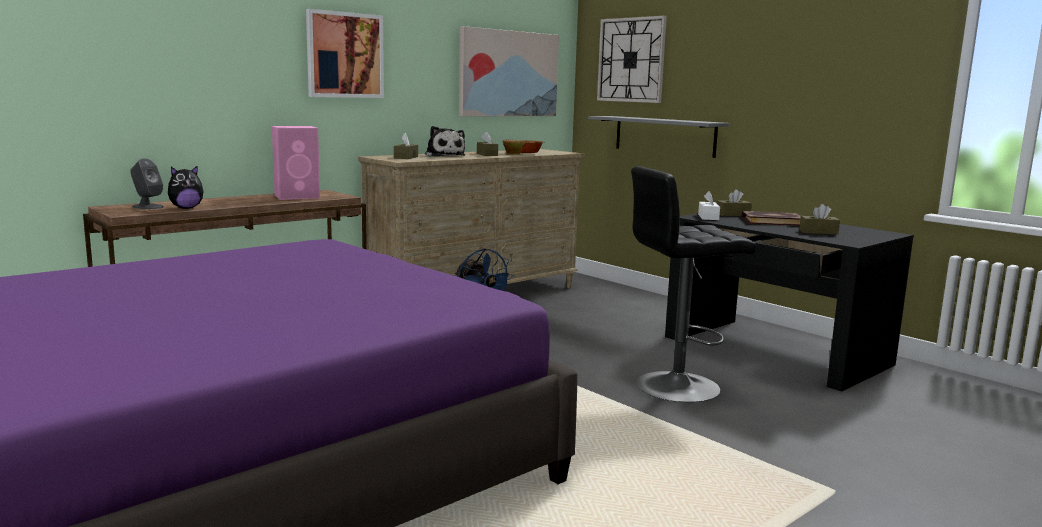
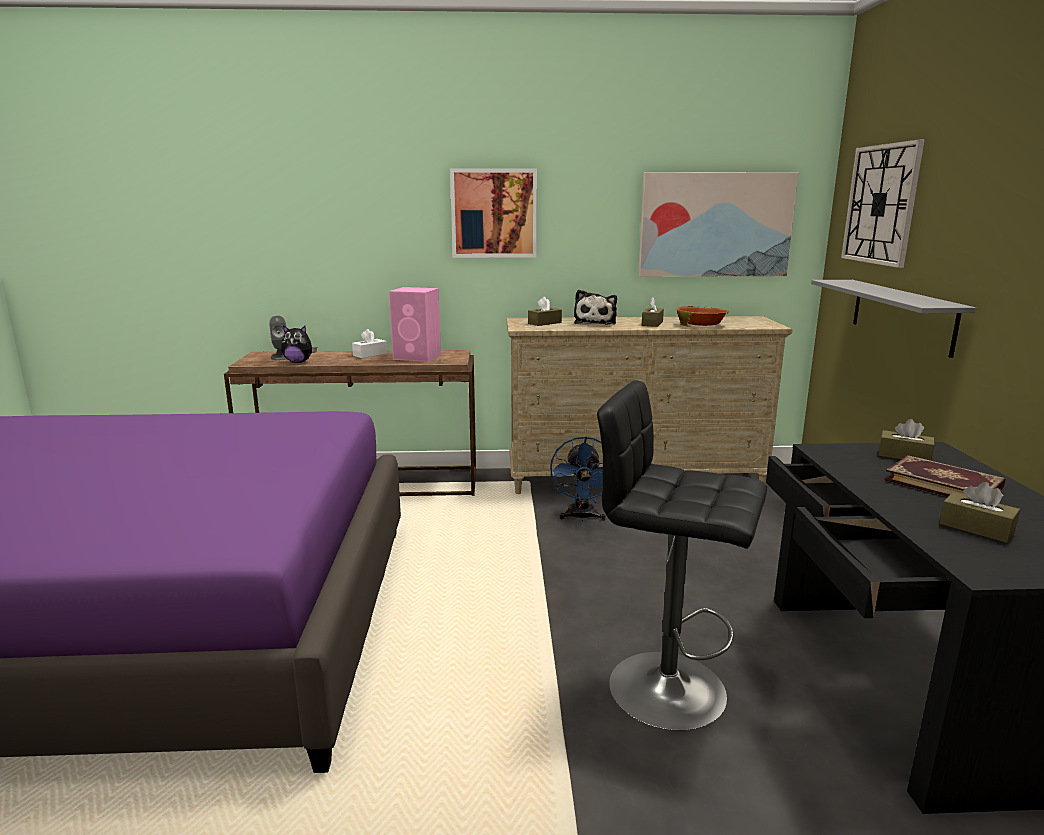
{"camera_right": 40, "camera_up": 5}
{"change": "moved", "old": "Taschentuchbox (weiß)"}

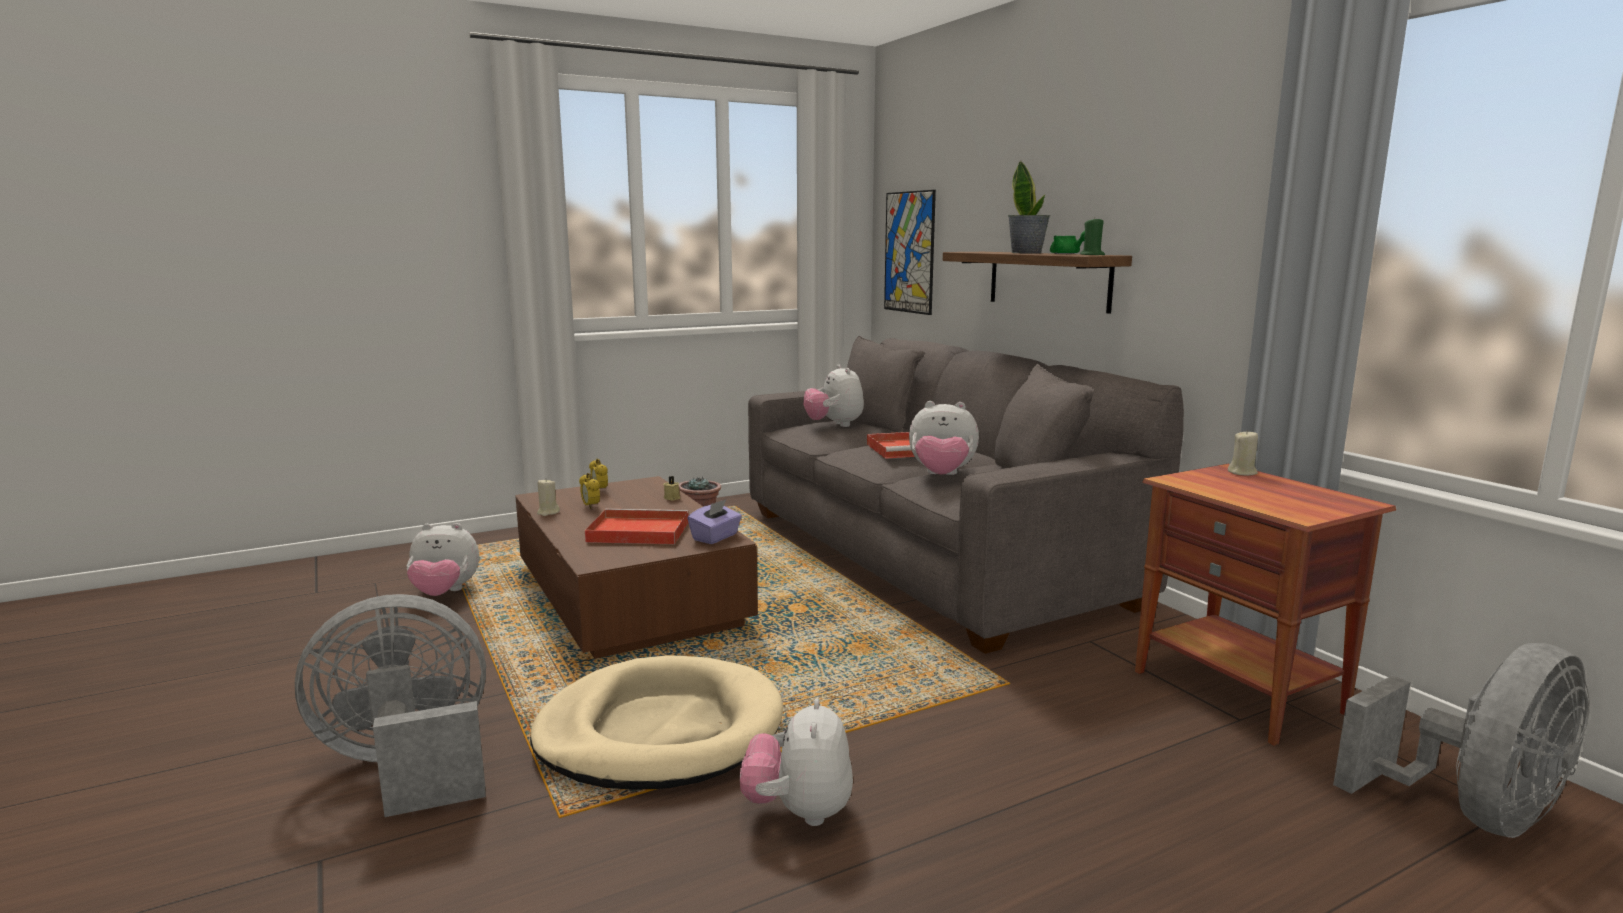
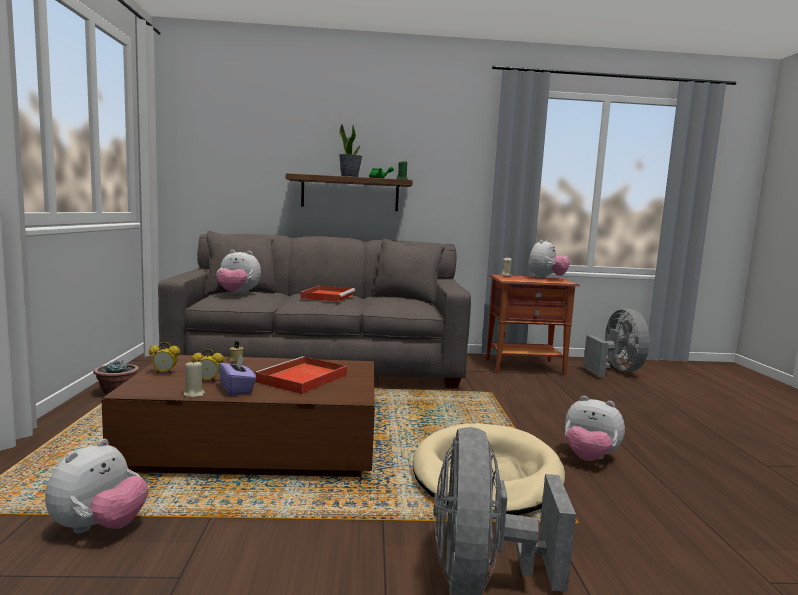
{"camera_right": -65, "camera_up": -5}
{"change": "removed", "old": "Bild"}
{"change": "moved", "old": "Taschentuchbox (lila)"}
{"change": "moved", "old": "Plüschtier (4th from left in the first image)", "new": "Plüschtier (3rd from left)"}

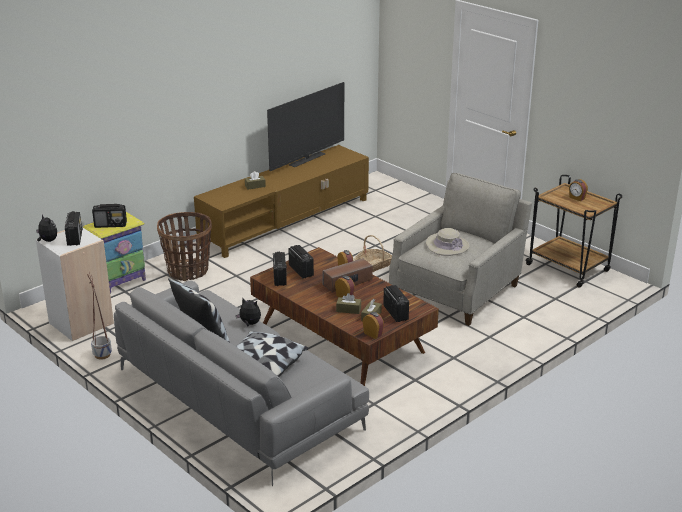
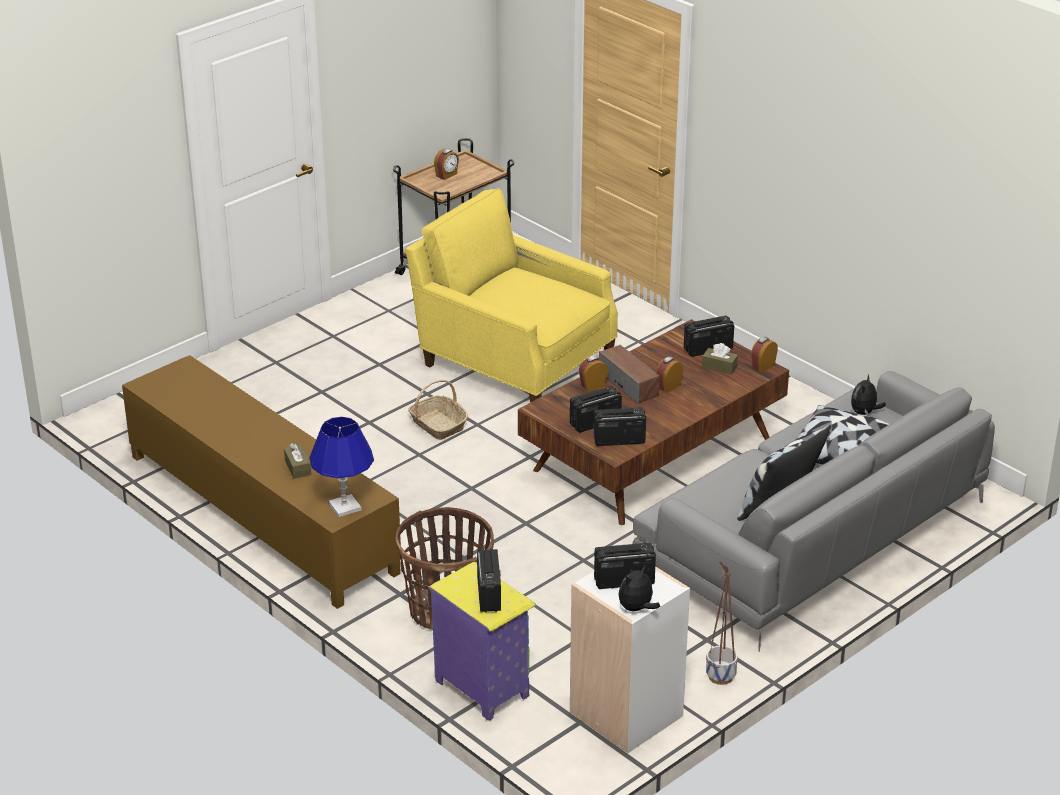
{"camera_right": -90, "camera_up": 5}
{"change": "removed", "old": "Fernseher"}
{"change": "removed", "old": "Taschentuchbox (braun) (2nd from left)"}
{"change": "removed", "old": "Hut (beige)"}
{"change": "added", "new": "Tischlampe (blau)"}
{"change": "moved", "old": "Plüschtier (2nd from left)"}
{"change": "recoloured", "old": "Sessel (grau)", "new": "Sessel (gelb)"}

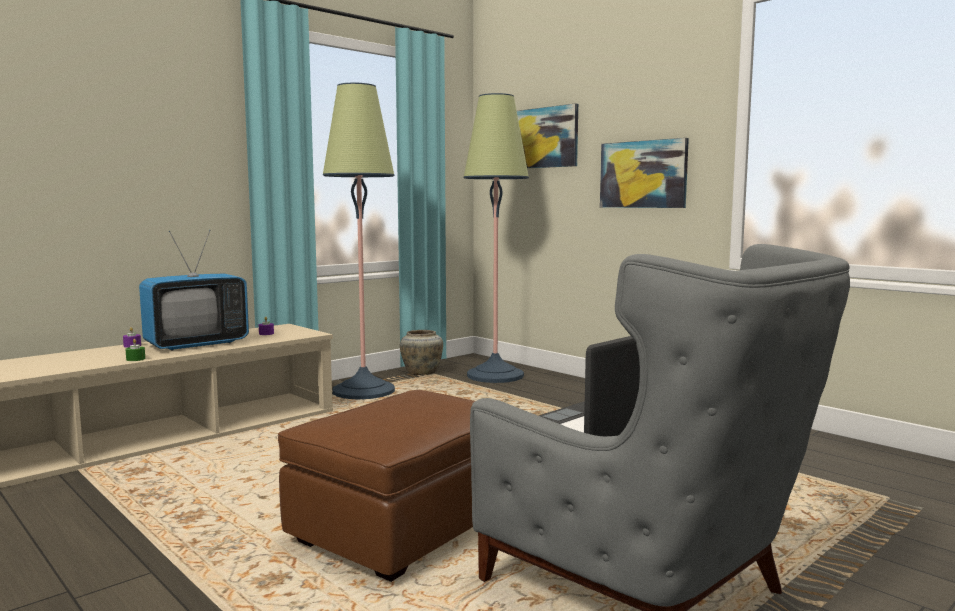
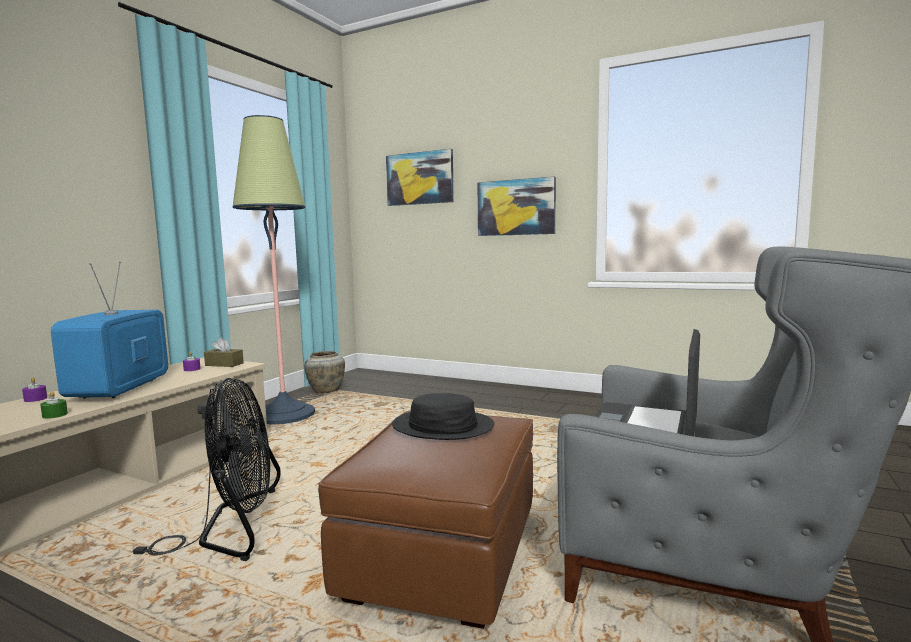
{"camera_right": -20, "camera_up": 0}
{"change": "removed", "old": "Stehlampe (2nd from left)"}
{"change": "added", "new": "Ventilator (schwarz)"}
{"change": "added", "new": "Taschentuchbox (braun)"}
{"change": "added", "new": "Hut (schwarz)"}
{"change": "turned", "old": "Fernseher", "degrees": 150}

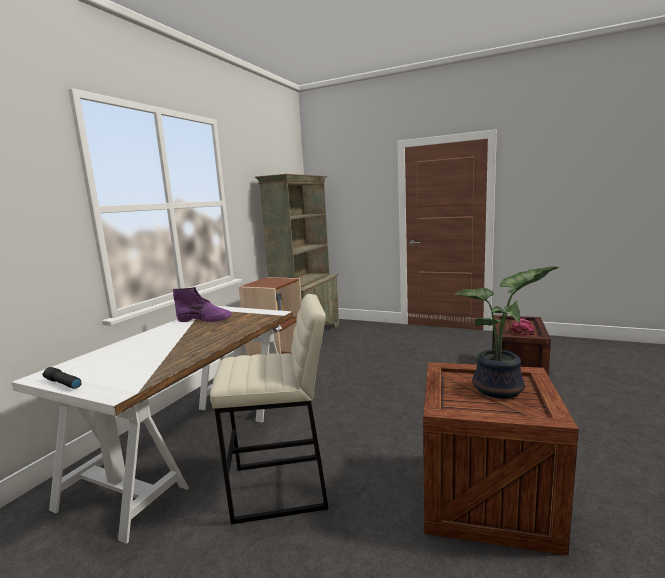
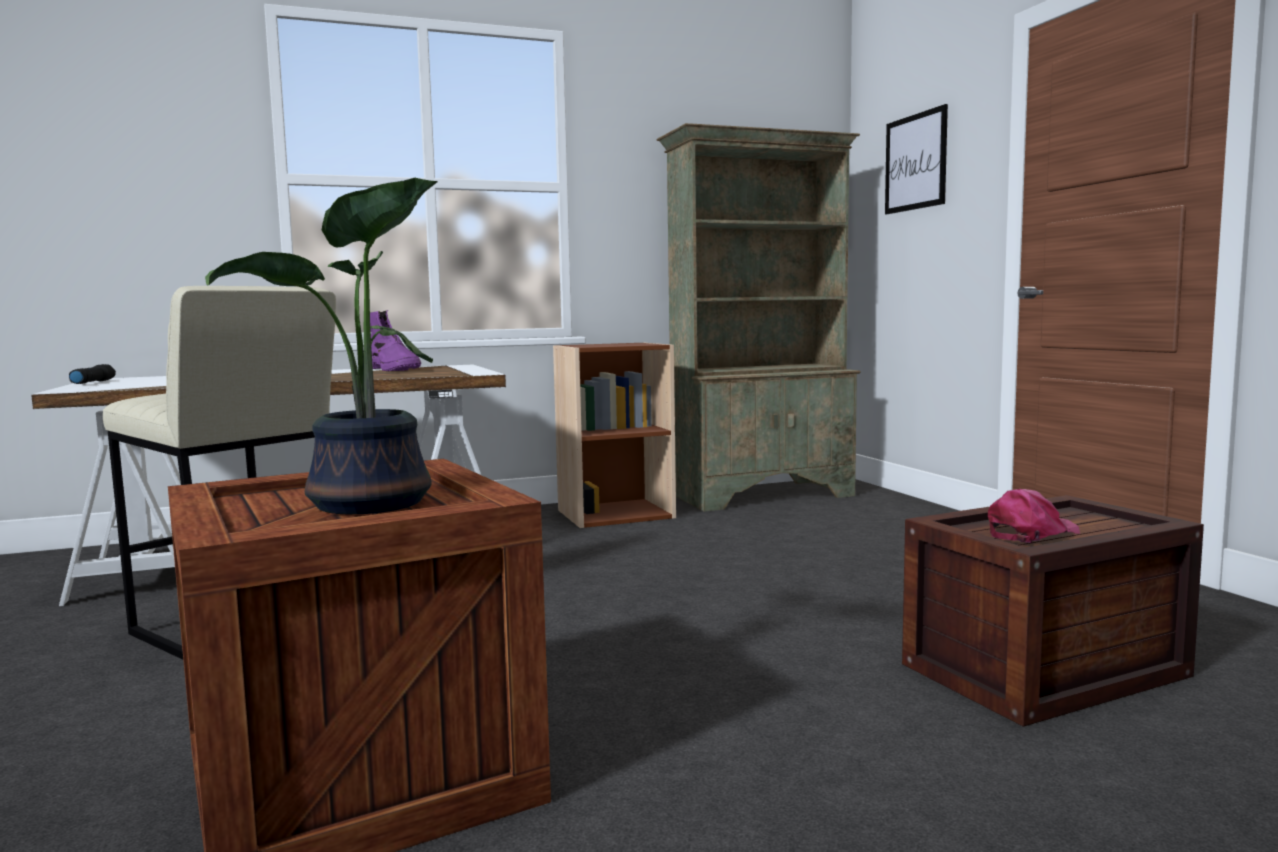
{"camera_right": 45, "camera_up": -5}
{"change": "added", "new": "Bild"}

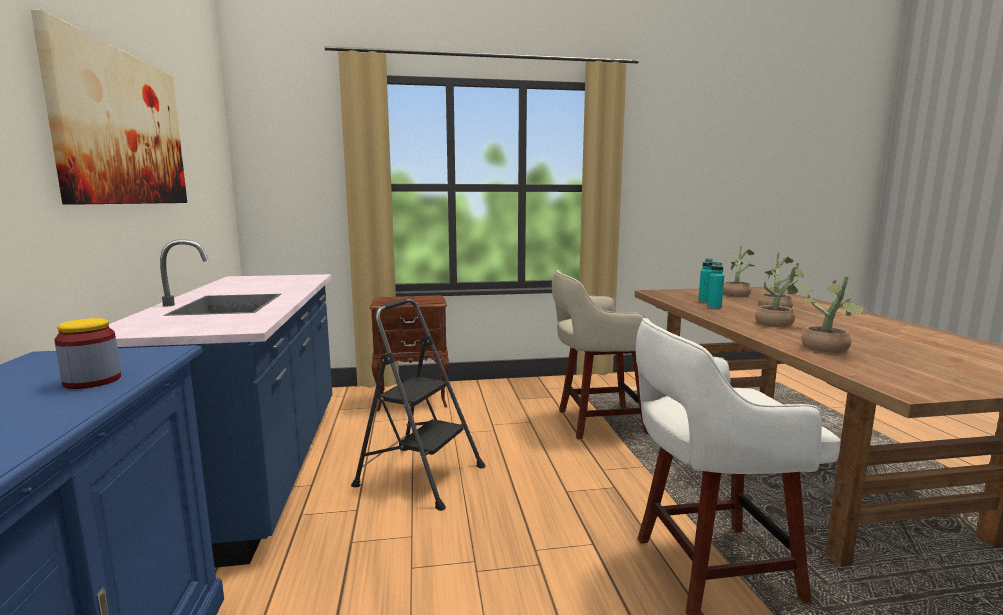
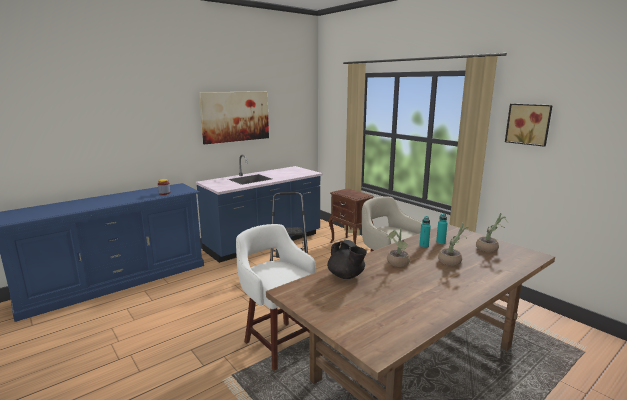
{"camera_right": 60, "camera_up": 5}
{"change": "added", "new": "Bild (2nd from left)"}
{"change": "replaced", "old": "Topfpflanze (4th from left)", "new": "Teekanne (schwarz)"}

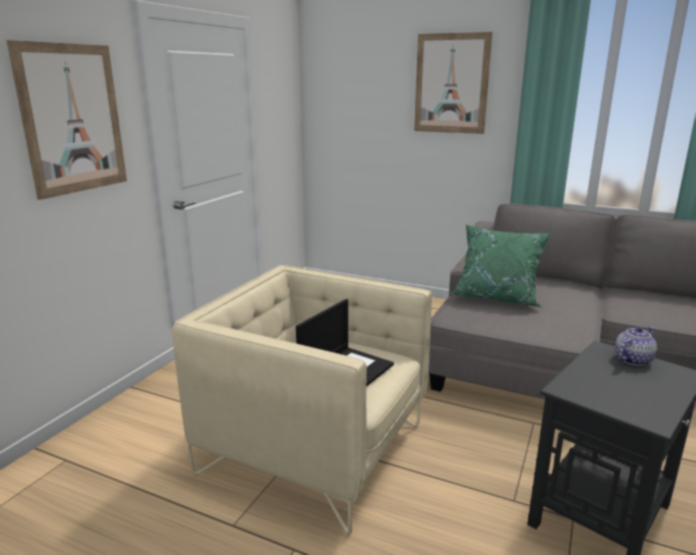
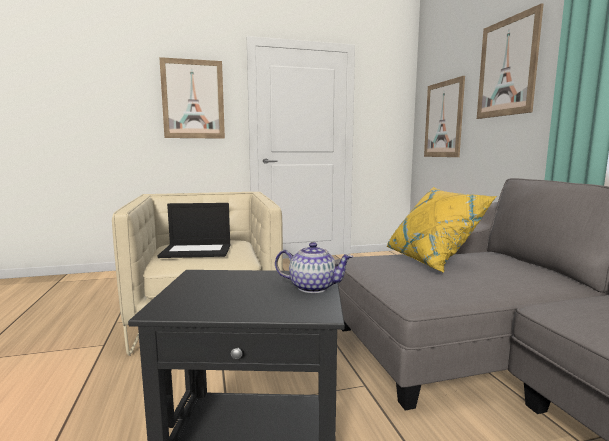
{"camera_right": 50, "camera_up": -10}
{"change": "added", "new": "Bild (2nd from left)"}
{"change": "recoloured", "old": "Kissen (grün)", "new": "Kissen (gelb)"}

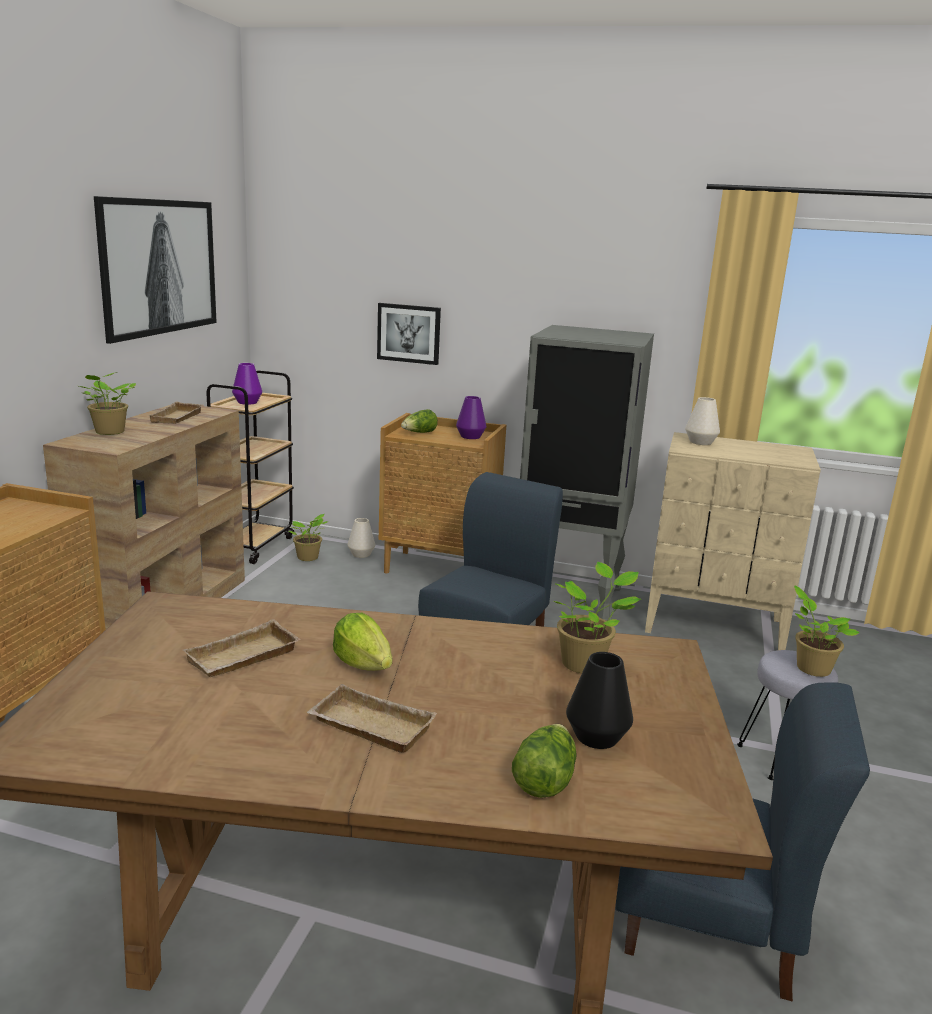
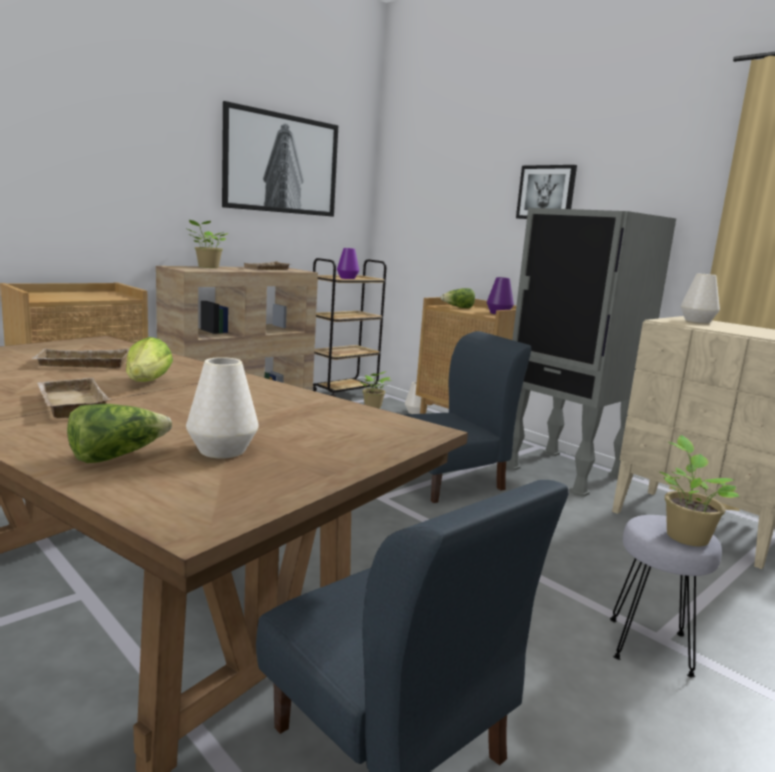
{"camera_right": 30, "camera_up": -5}
{"change": "removed", "old": "Topfpflanze (3rd from left)"}
{"change": "moved", "old": "Bild (2nd from left)"}
{"change": "recoloured", "old": "Vase (schwarz)", "new": "Vase (weiß) (1st from left)"}

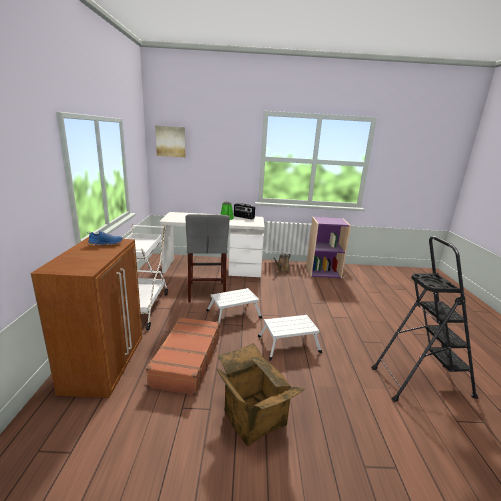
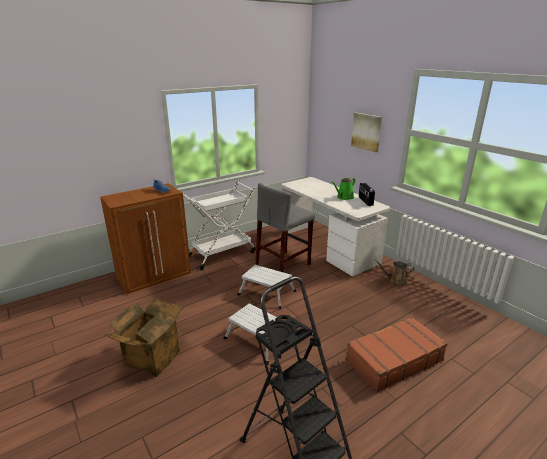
{"camera_right": 55, "camera_up": 5}
{"change": "removed", "old": "Bücherregal (lila)"}
{"change": "moved", "old": "Koffer (braun)"}
{"change": "moved", "old": "Bild"}

